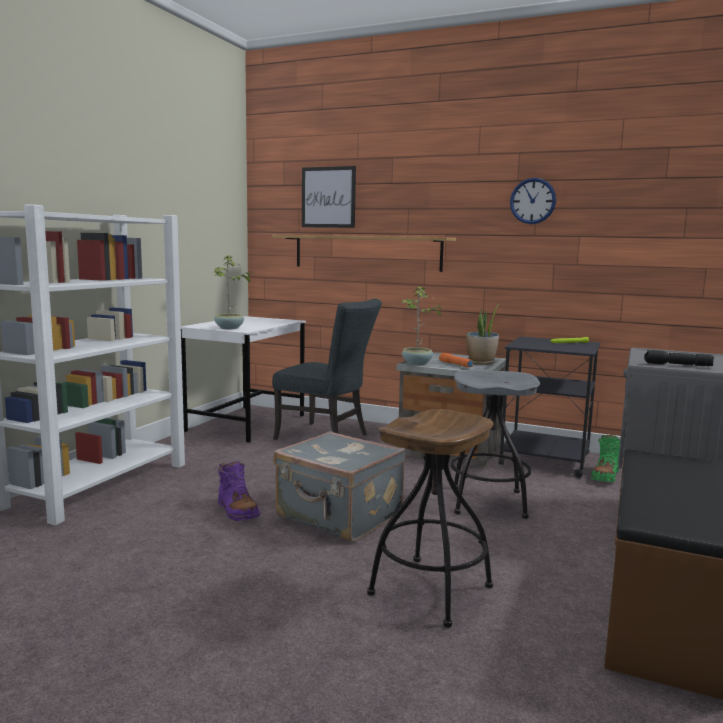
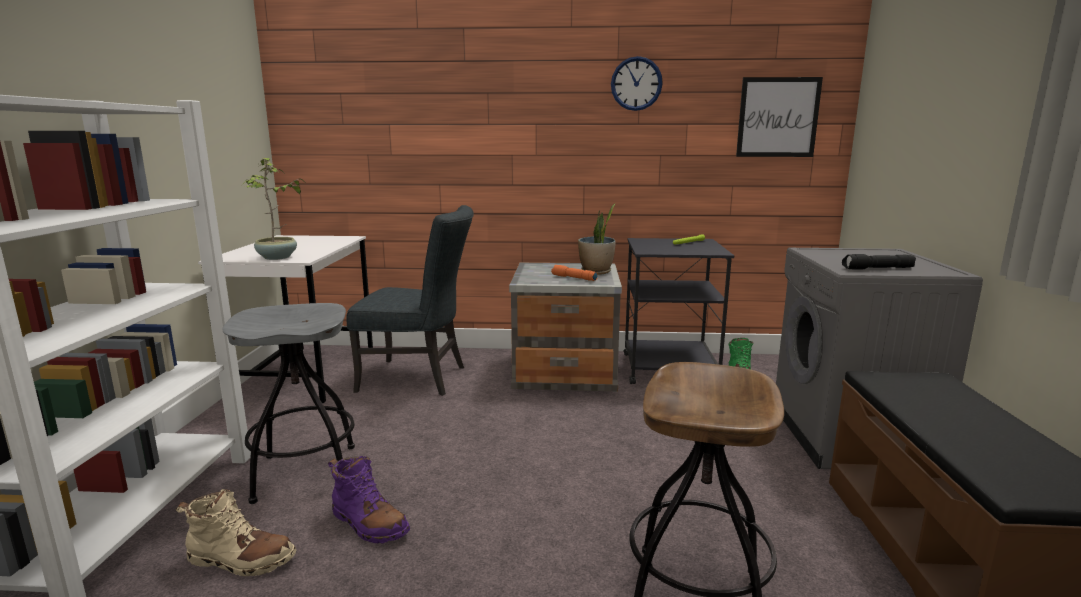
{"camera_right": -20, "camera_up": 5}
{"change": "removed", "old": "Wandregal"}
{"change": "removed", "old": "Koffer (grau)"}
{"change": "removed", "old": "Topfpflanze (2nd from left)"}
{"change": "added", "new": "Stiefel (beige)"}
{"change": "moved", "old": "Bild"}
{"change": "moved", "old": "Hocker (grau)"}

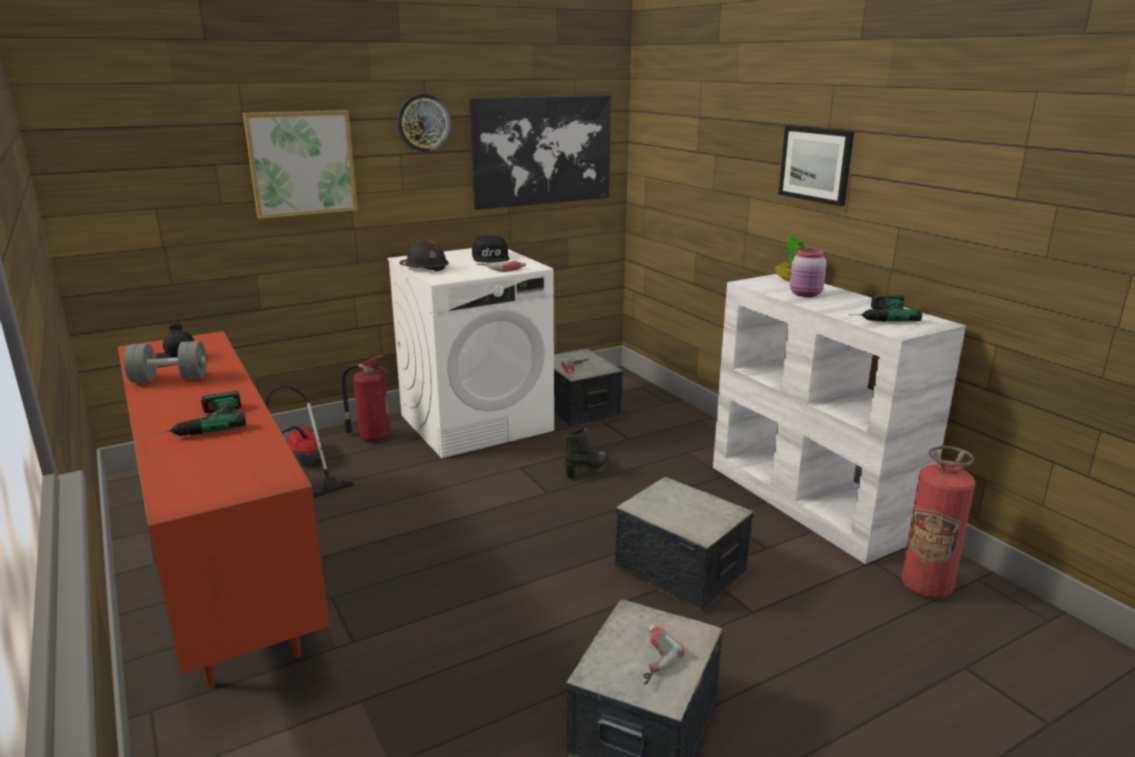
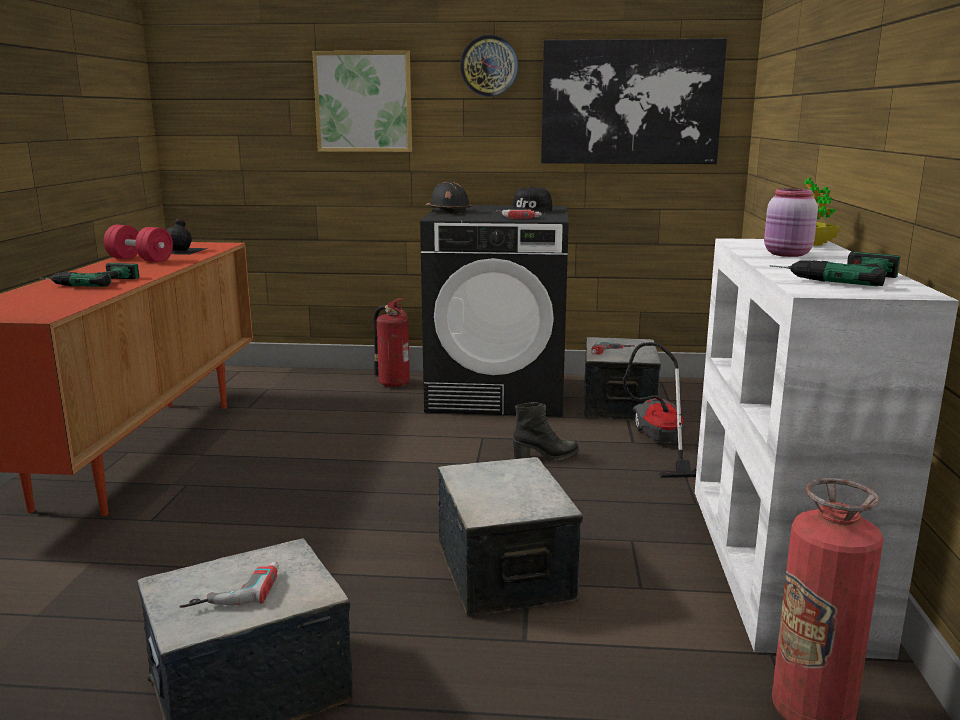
{"camera_right": 35, "camera_up": -5}
{"change": "removed", "old": "Bild (3rd from left)"}
{"change": "moved", "old": "Staubsauger"}
{"change": "recoloured", "old": "Hantel (grau)", "new": "Hantel (rot)"}
{"change": "recoloured", "old": "Waschmaschine (weiß)", "new": "Waschmaschine (schwarz)"}

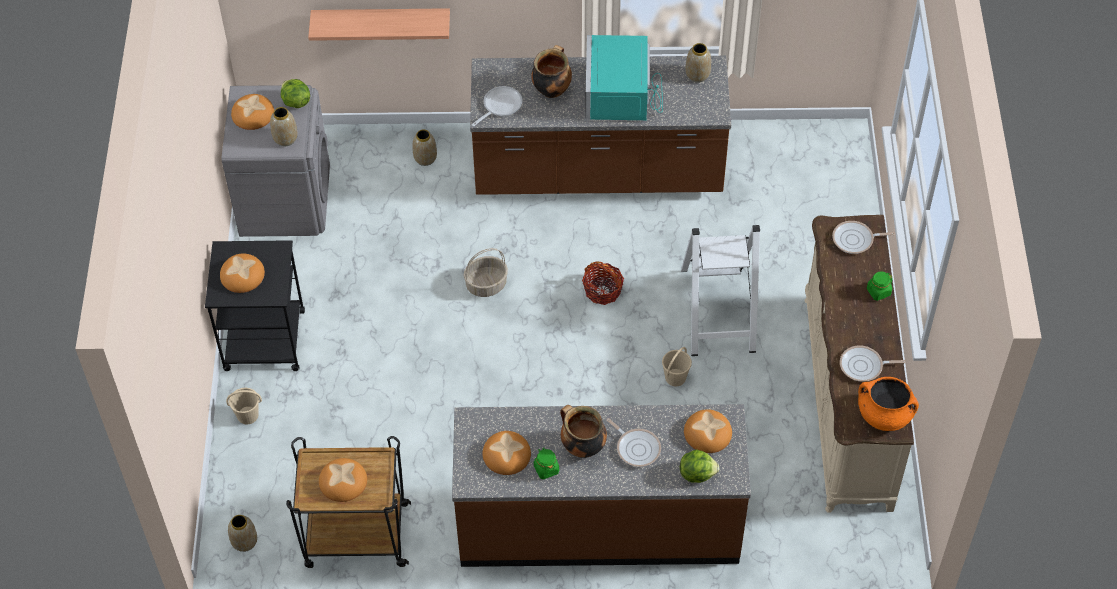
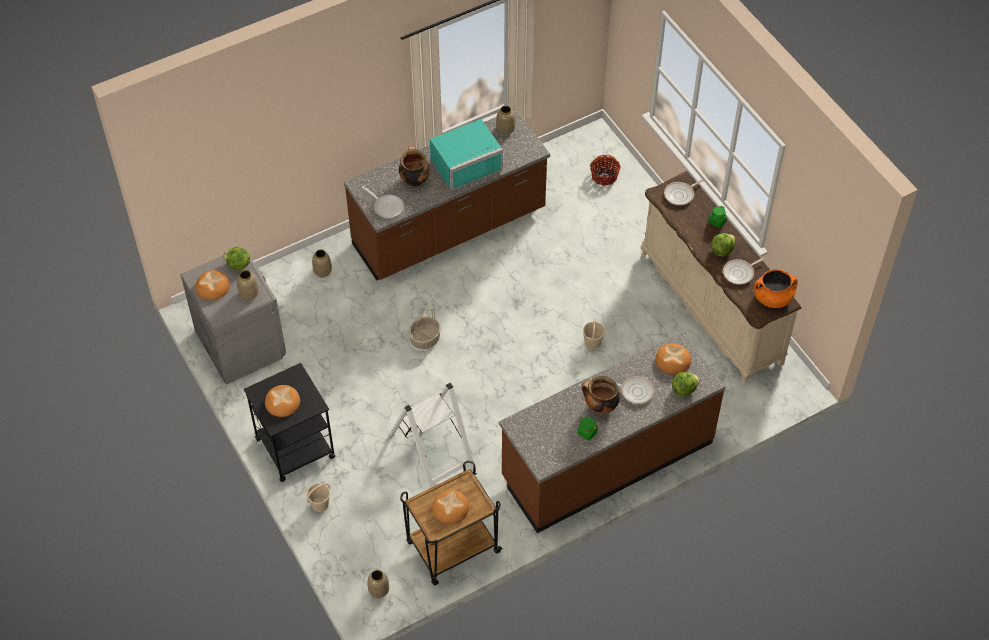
{"camera_right": -30, "camera_up": 0}
{"change": "removed", "old": "Wandregal"}
{"change": "removed", "old": "Brot (4th from left)"}
{"change": "added", "new": "Salatkopf (3rd from left)"}
{"change": "moved", "old": "Korb (2nd from left)"}
{"change": "moved", "old": "Trittleiter (weiß)"}
{"change": "turned", "old": "Pfanne (1st from left)", "degrees": 120}
{"change": "turned", "old": "Mikrowelle (türkis)", "degrees": -90}

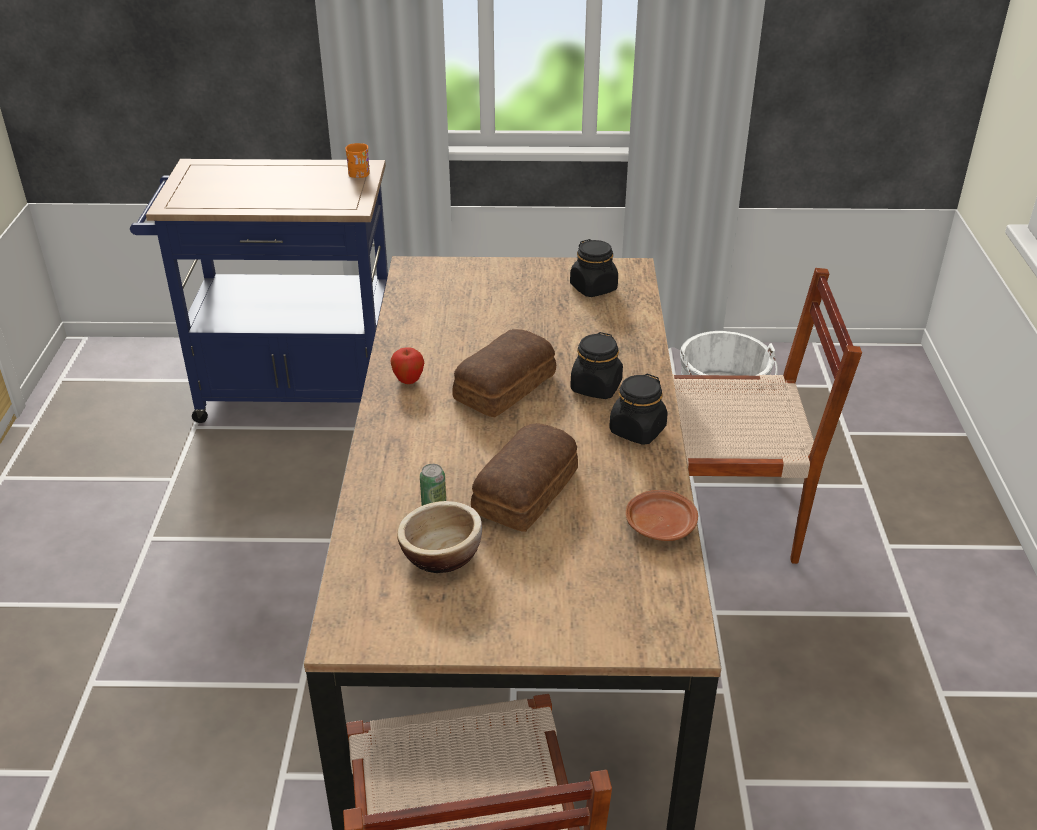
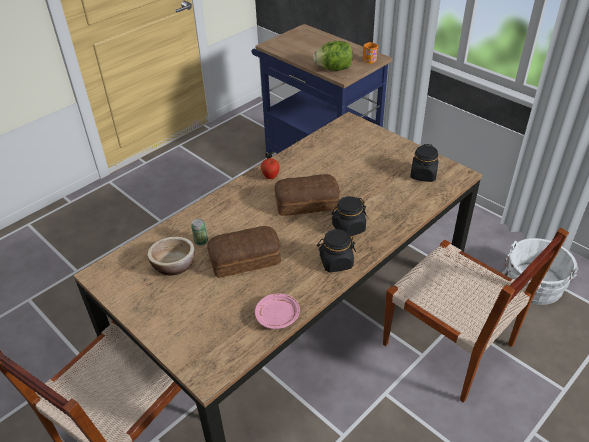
{"camera_right": 45, "camera_up": 5}
{"change": "added", "new": "Salatkopf"}
{"change": "recoloured", "old": "Teller (braun)", "new": "Teller (rosa)"}

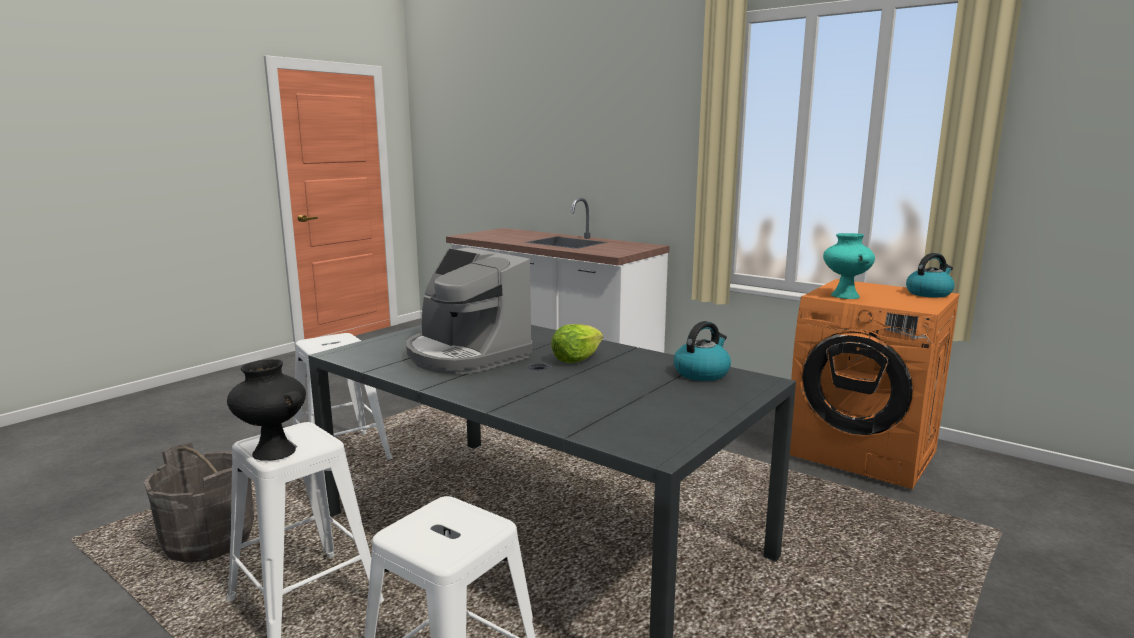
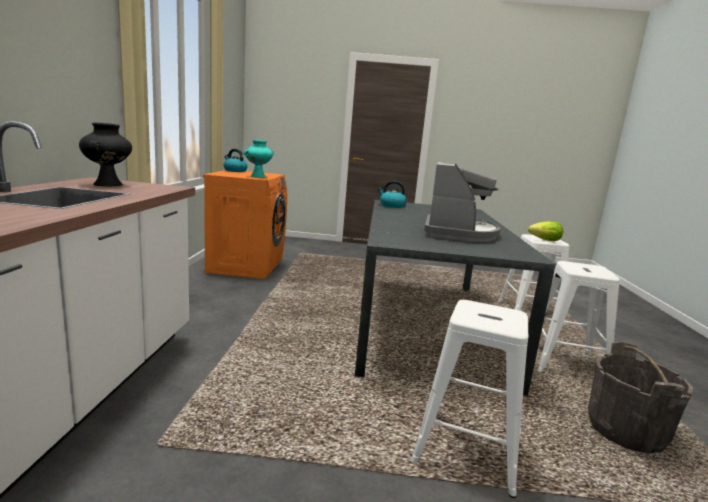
{"camera_right": -125, "camera_up": 0}
{"change": "moved", "old": "Vase (schwarz)"}
{"change": "moved", "old": "Salatkopf"}

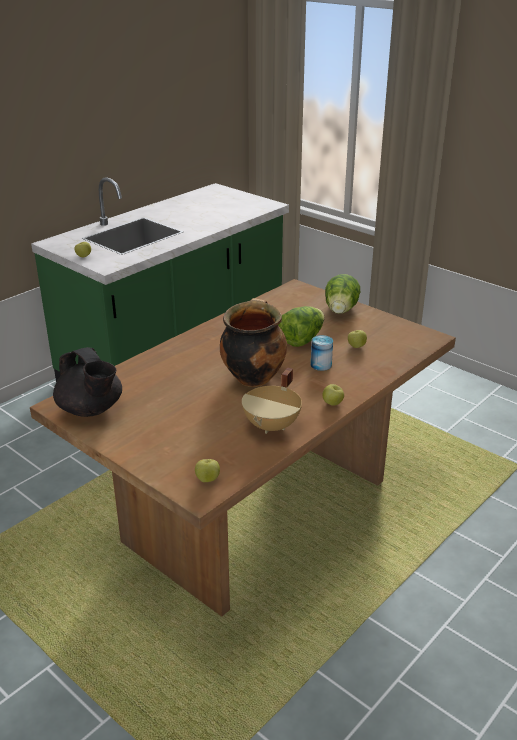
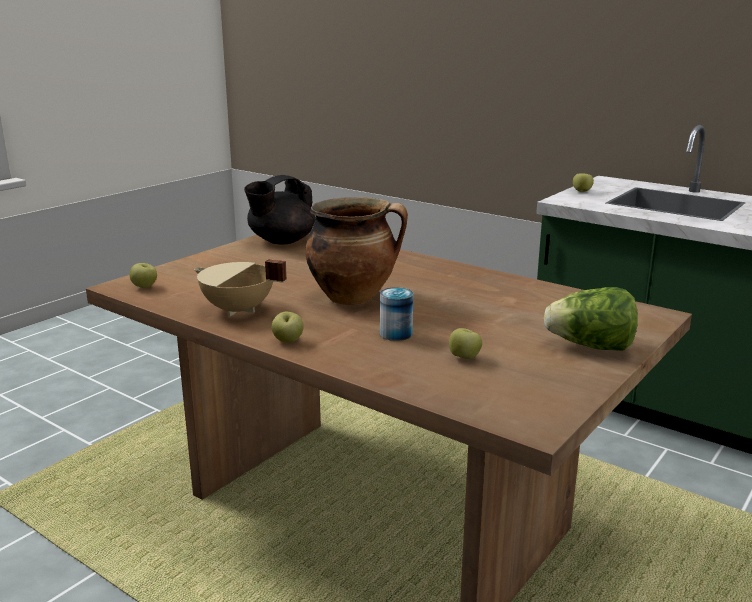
{"camera_right": 85, "camera_up": -10}
{"change": "removed", "old": "Salatkopf (1st from left)"}

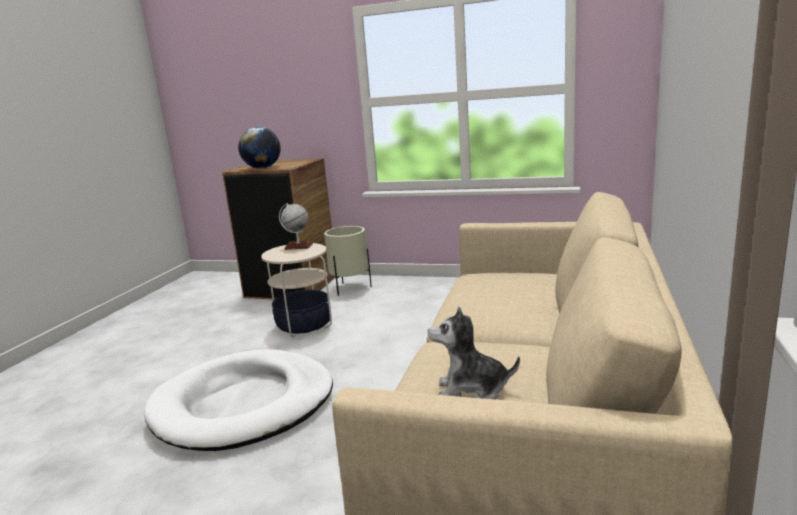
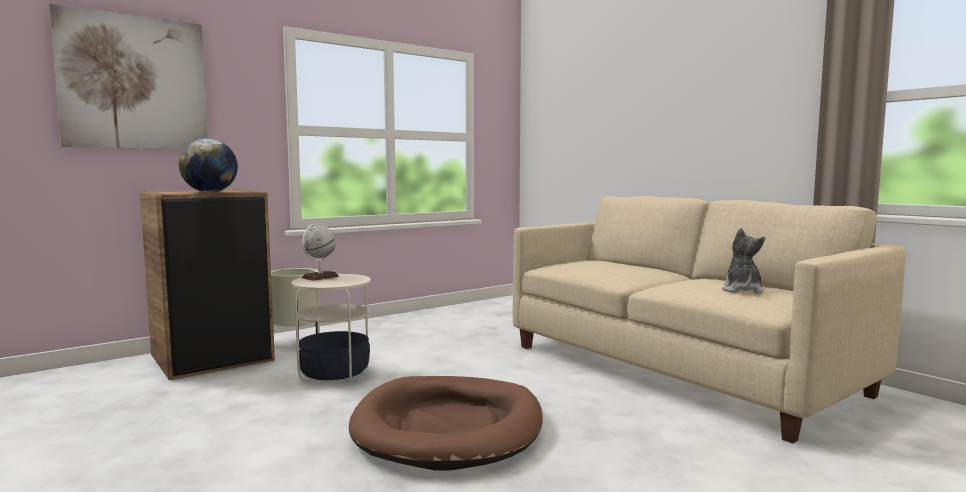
{"camera_right": -55, "camera_up": -10}
{"change": "added", "new": "Bild"}
{"change": "recoloured", "old": "Hundebett (weiß)", "new": "Hundebett (braun)"}
{"change": "turned", "old": "Plüschtier", "degrees": 150}

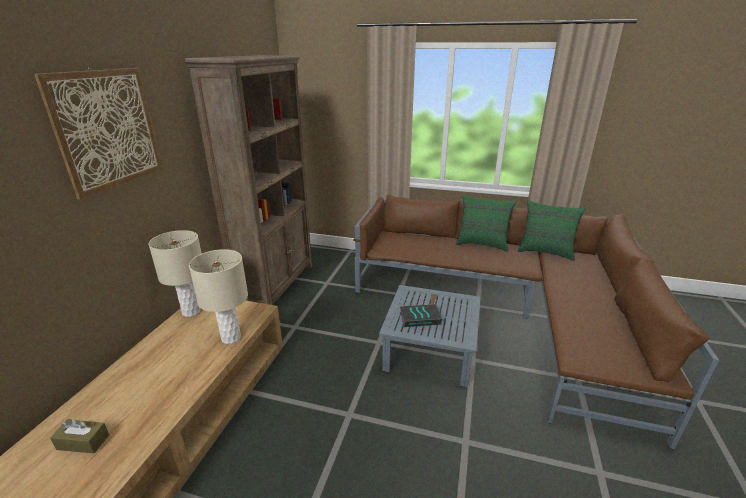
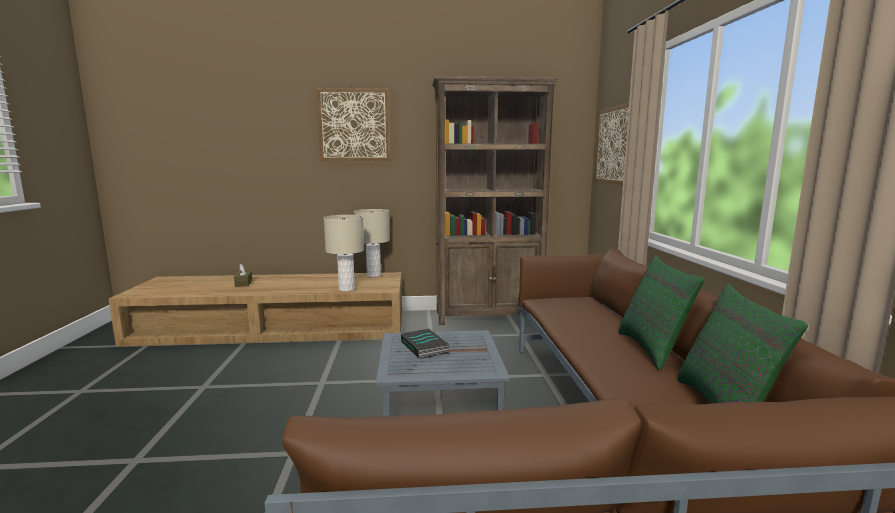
{"camera_right": 70, "camera_up": -15}
{"change": "added", "new": "Bild (2nd from left)"}

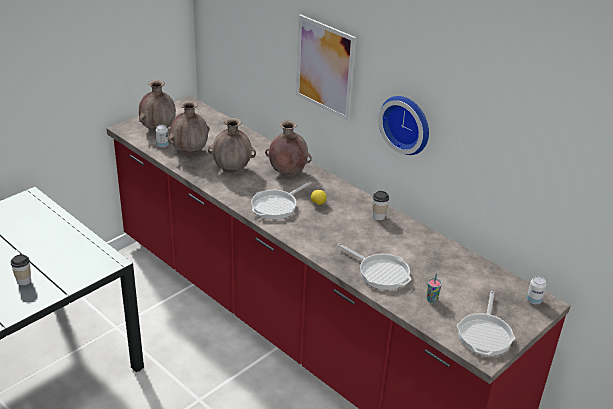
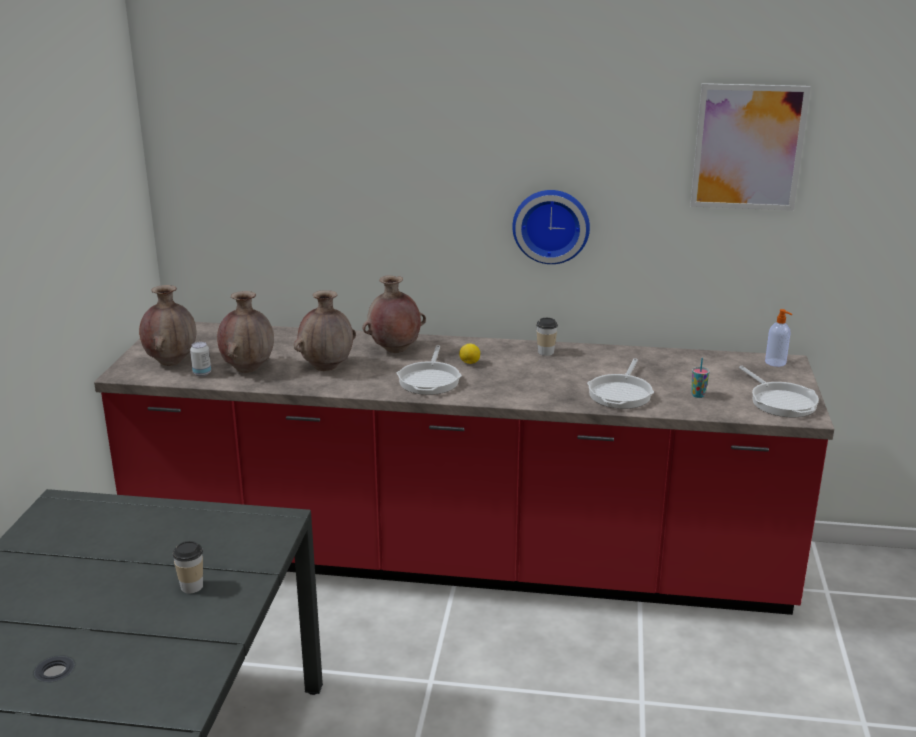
{"camera_right": -35, "camera_up": -10}
{"change": "moved", "old": "Bild"}
{"change": "replaced", "old": "Dose (2nd from left)", "new": "Seifenspender"}
{"change": "turned", "old": "Pfanne (2nd from left)", "degrees": 105}

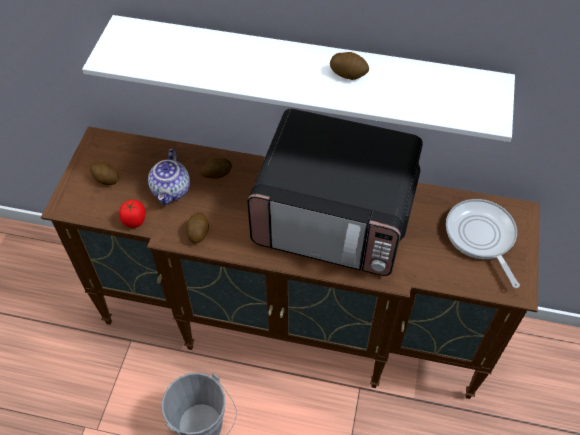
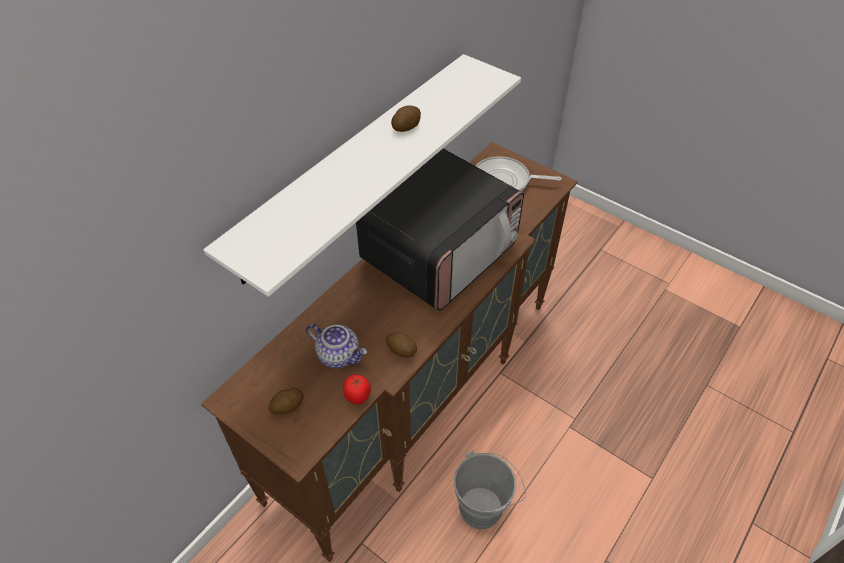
{"camera_right": -65, "camera_up": -5}
{"change": "removed", "old": "Kartoffel (3rd from left)"}

